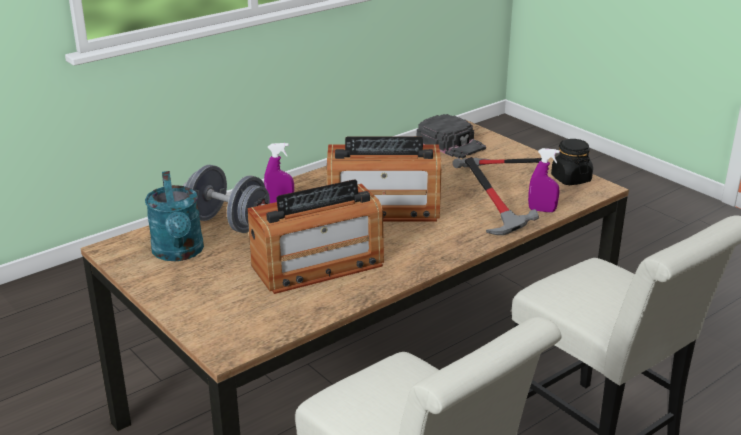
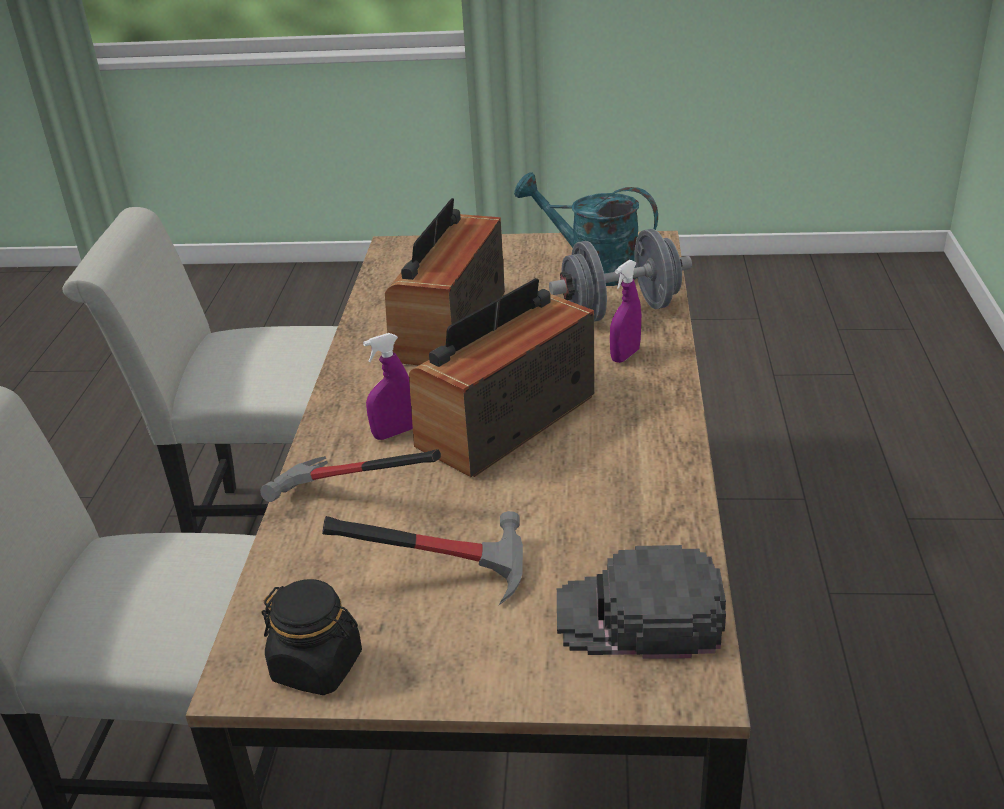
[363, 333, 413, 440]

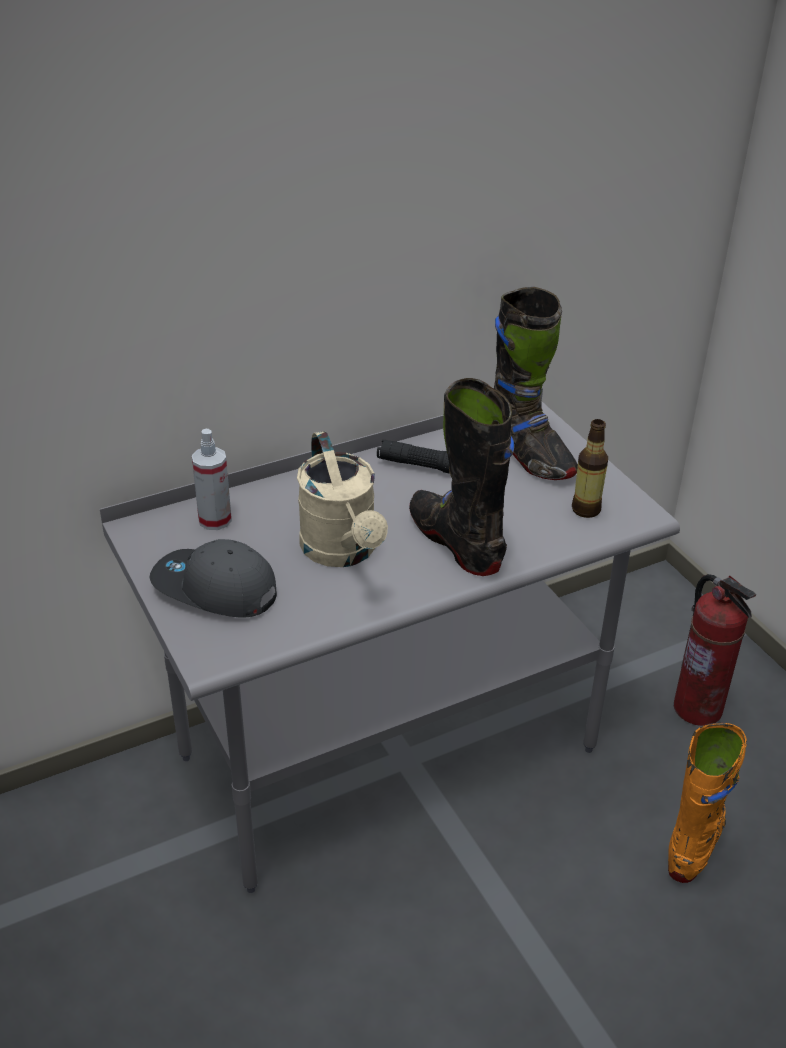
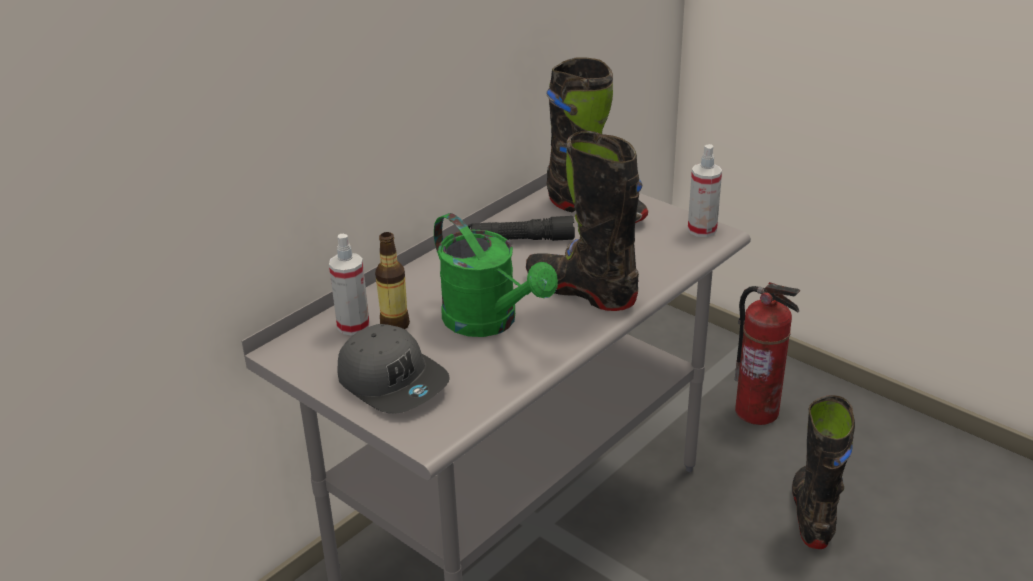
[338, 324, 450, 414]
[375, 232, 410, 329]
[434, 213, 558, 337]
[688, 144, 722, 237]
[792, 395, 855, 549]

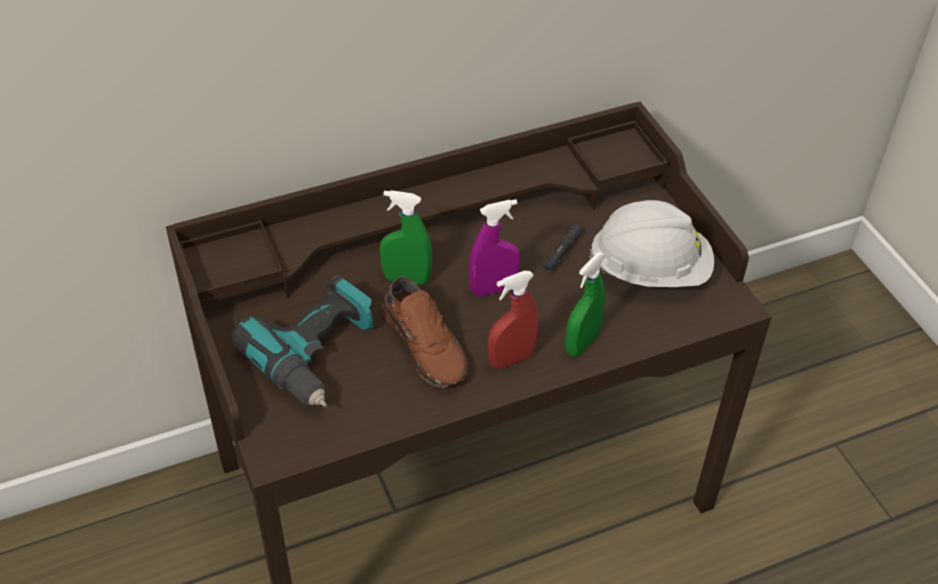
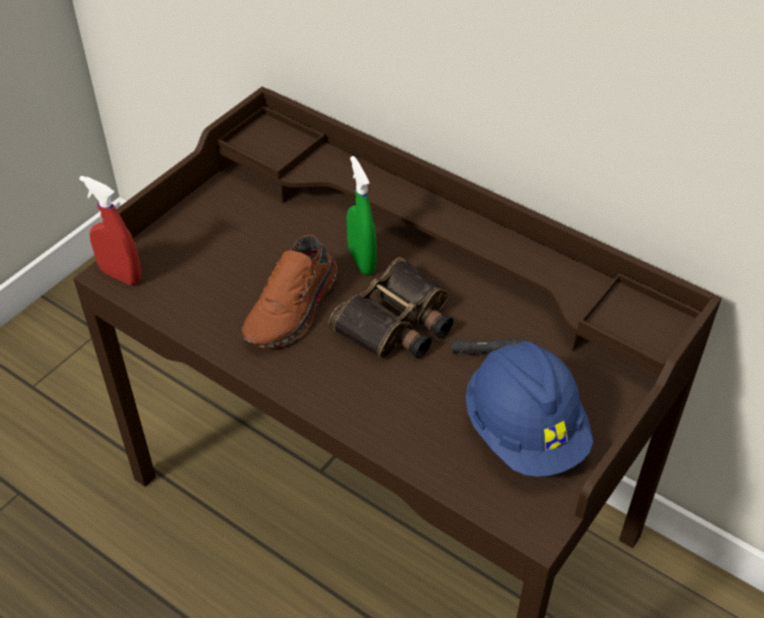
[79, 175, 141, 285]
[328, 257, 453, 359]
[466, 341, 593, 477]
[232, 275, 373, 407] (first image)
[565, 252, 605, 357] (first image)

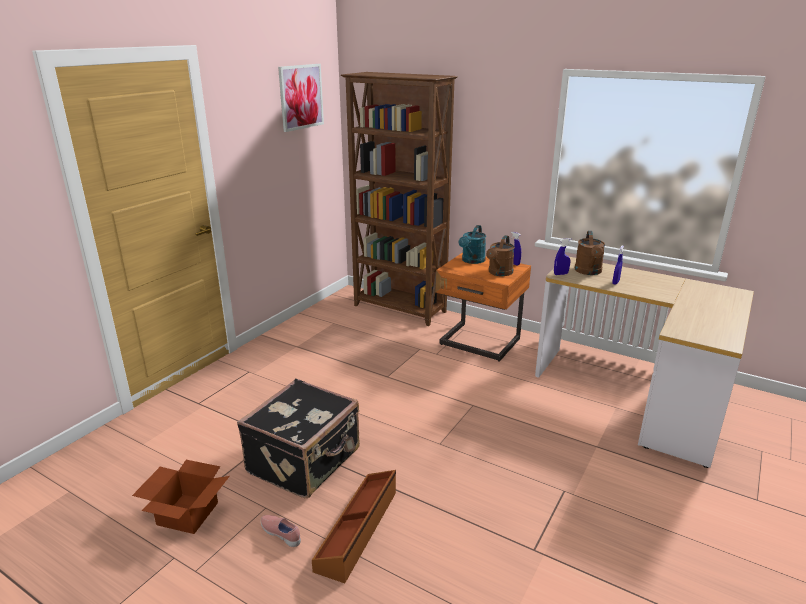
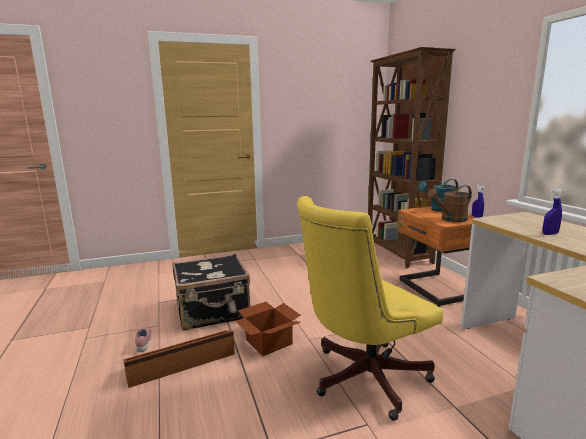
[235, 302, 301, 356]
[297, 196, 443, 421]
[278, 64, 324, 132] (first image)
[554, 238, 571, 275] (first image)
[575, 231, 605, 275] (first image)

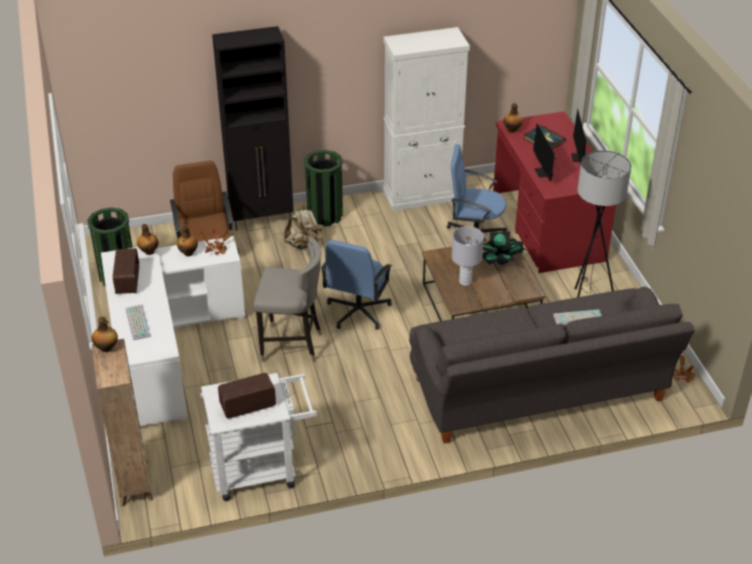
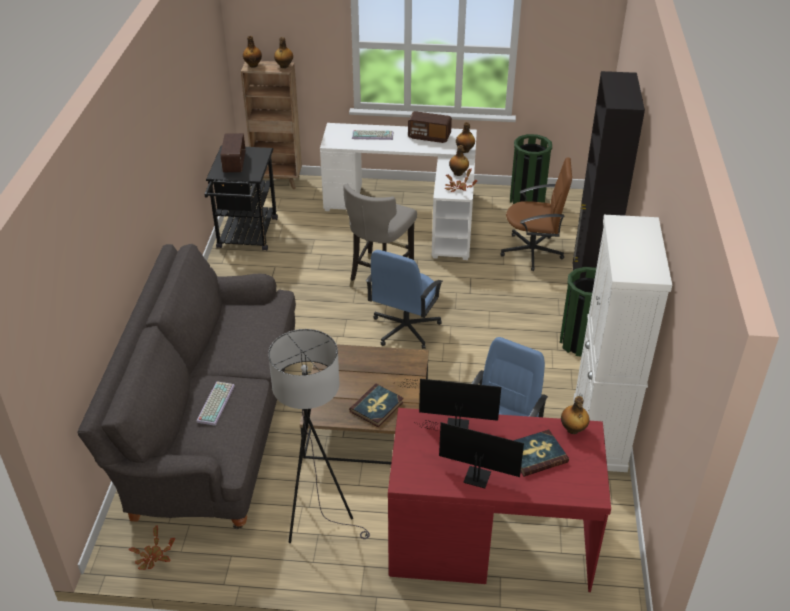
[205, 146, 278, 251]
[243, 36, 262, 68]
[349, 384, 403, 427]
[366, 250, 443, 349]
[284, 205, 322, 249] (first image)
[452, 226, 484, 286] (first image)

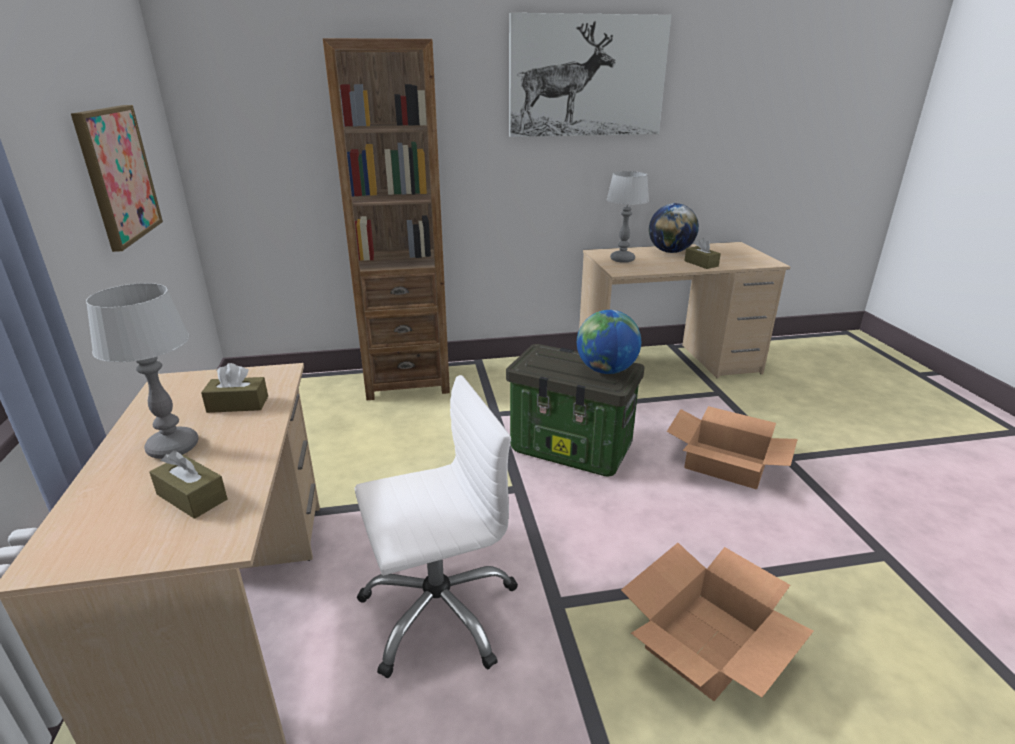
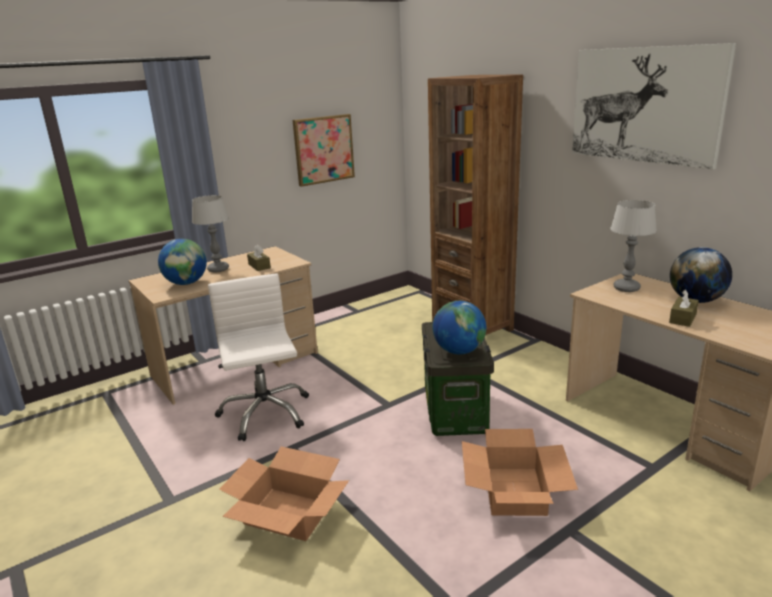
[158, 239, 207, 285]
[208, 273, 309, 441]

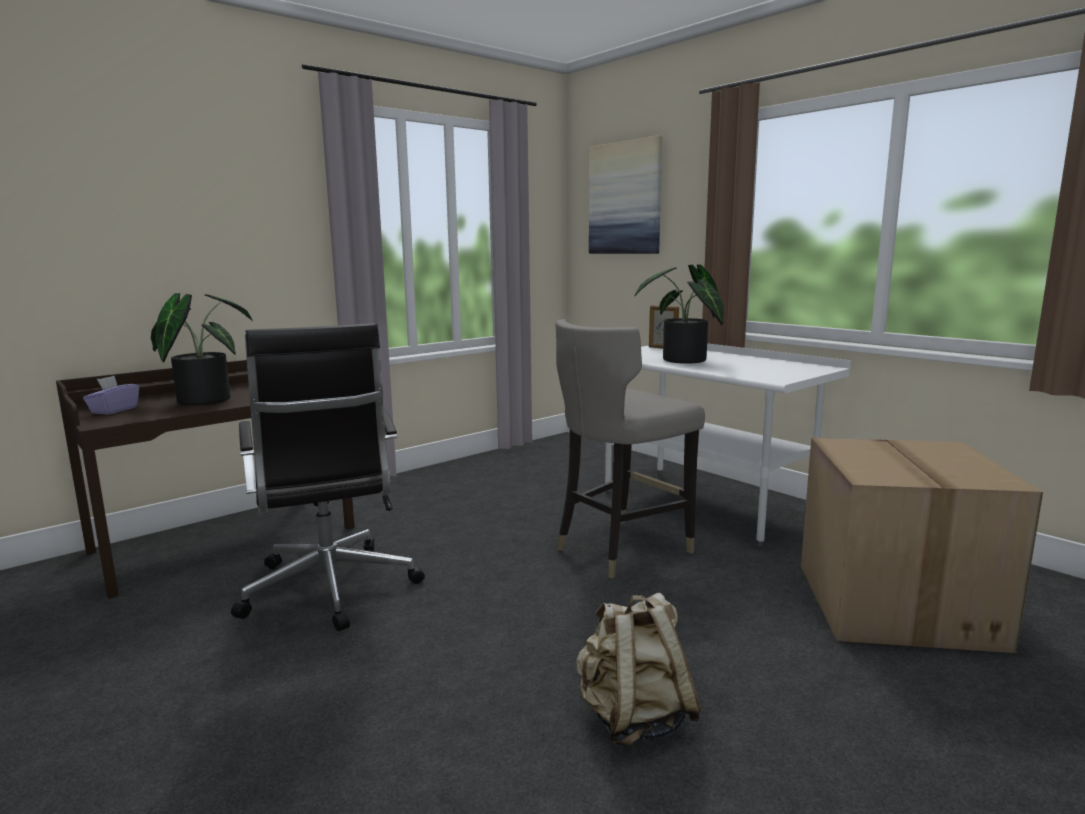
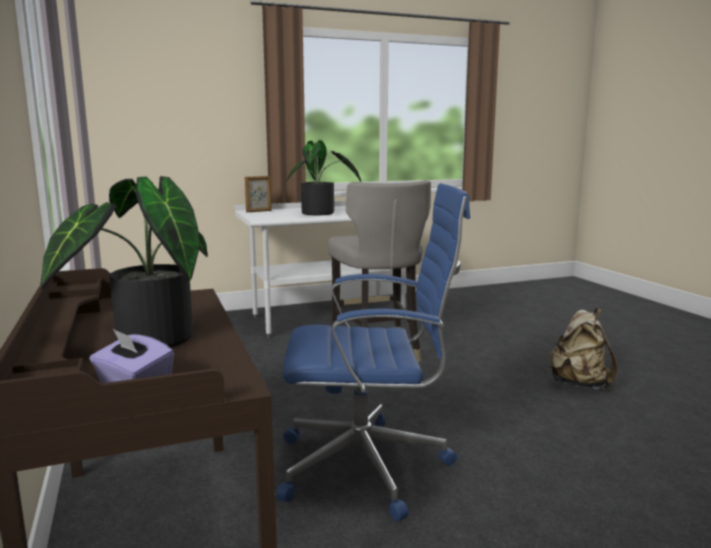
[276, 183, 470, 521]
[589, 135, 662, 254] (first image)
[801, 438, 1043, 653] (first image)

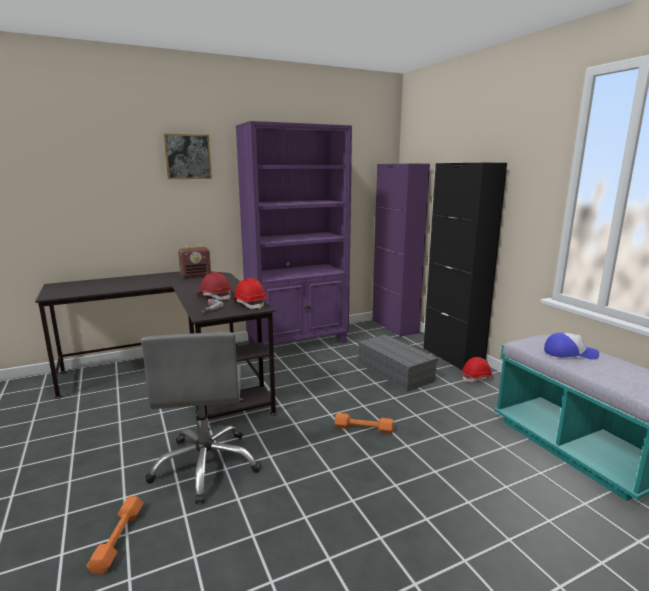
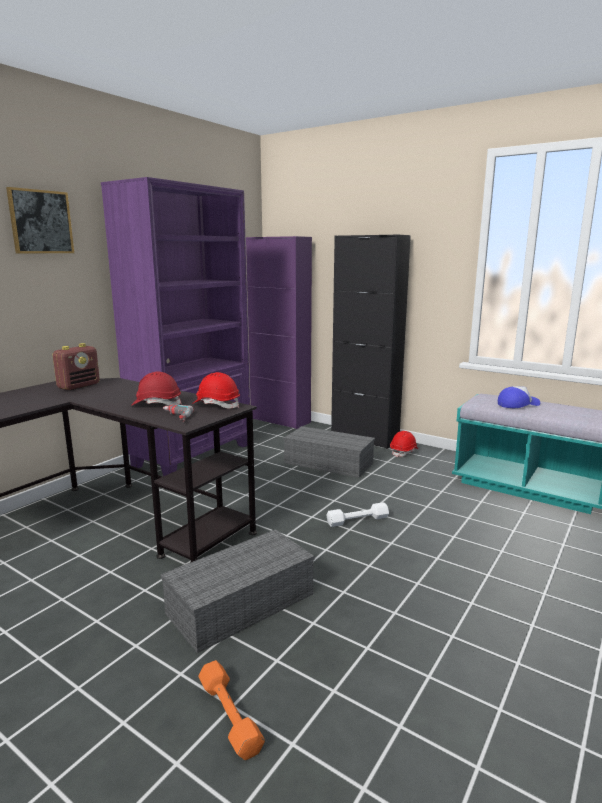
[161, 529, 315, 653]
[326, 502, 389, 527]

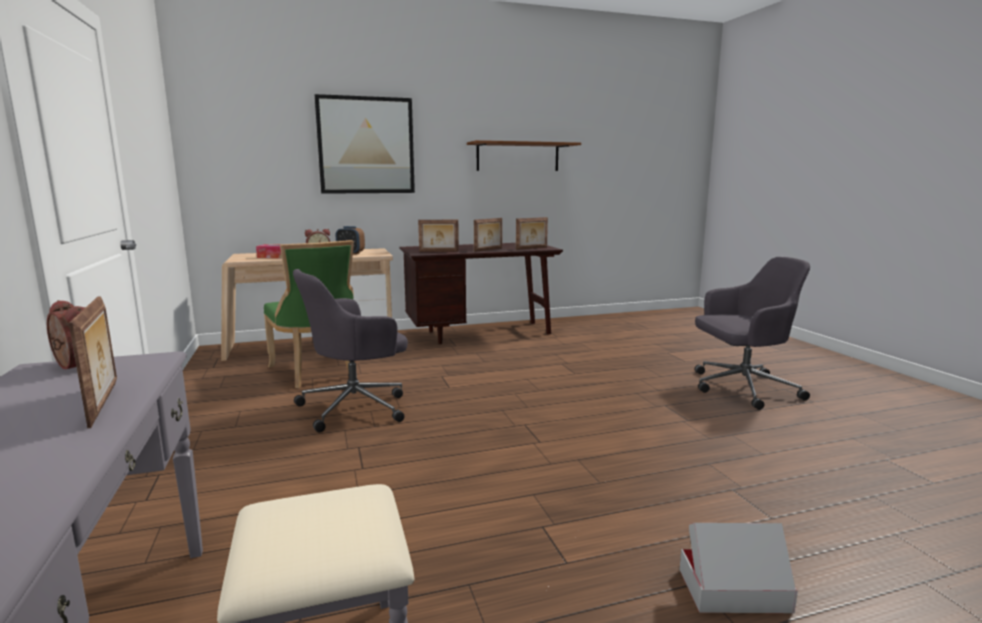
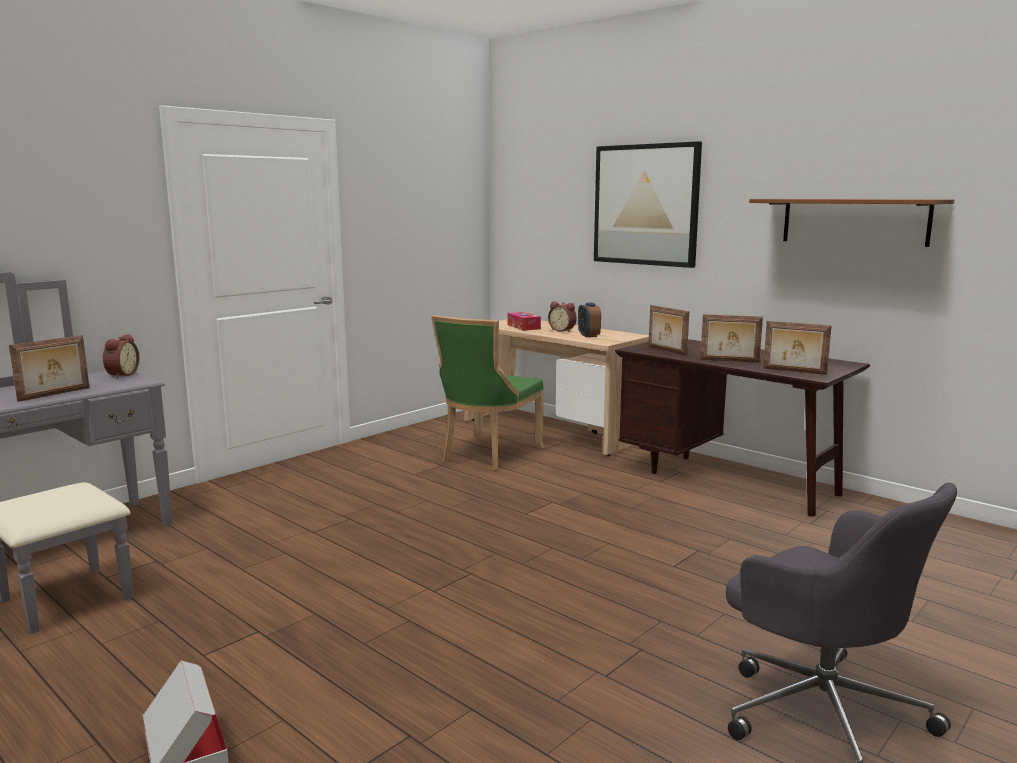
[293, 269, 408, 432] (first image)

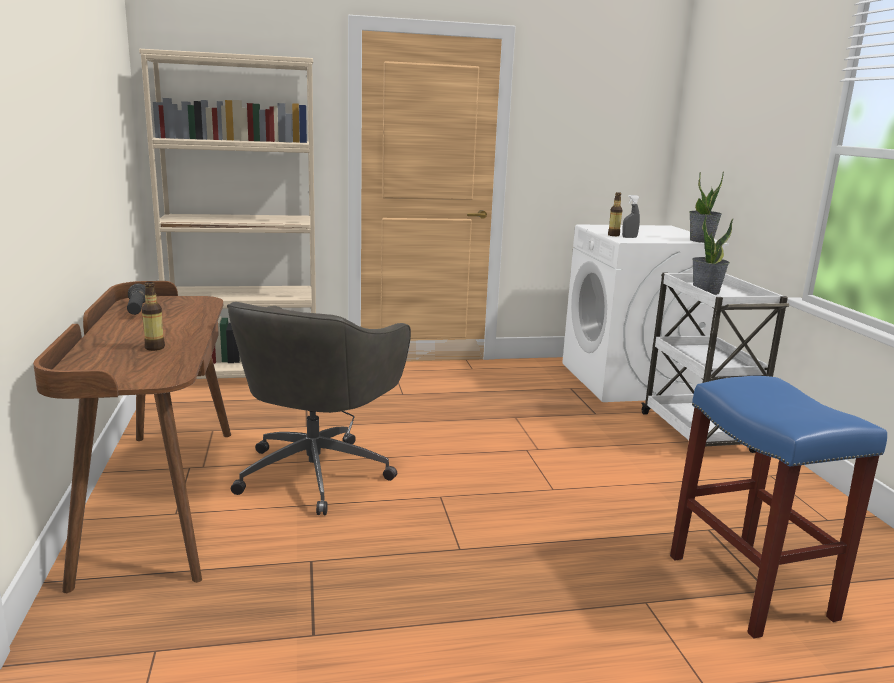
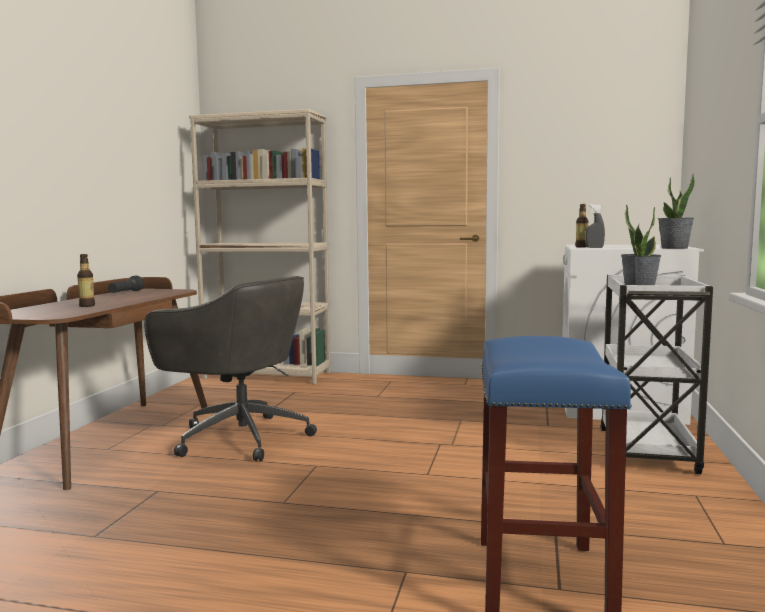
[144, 276, 317, 461]

